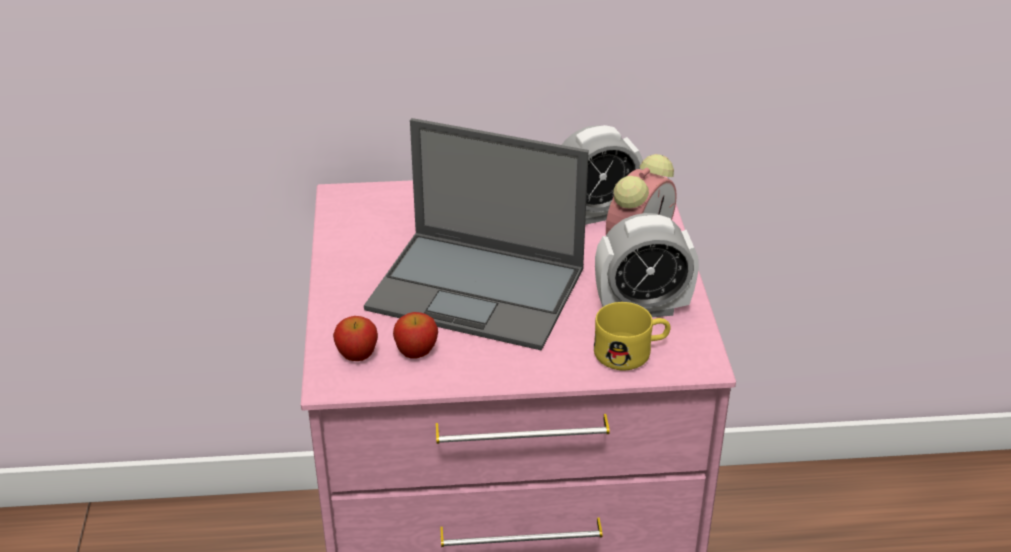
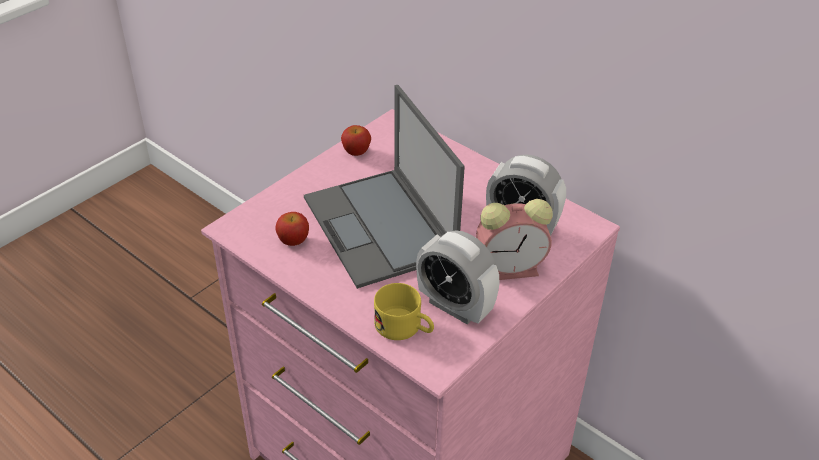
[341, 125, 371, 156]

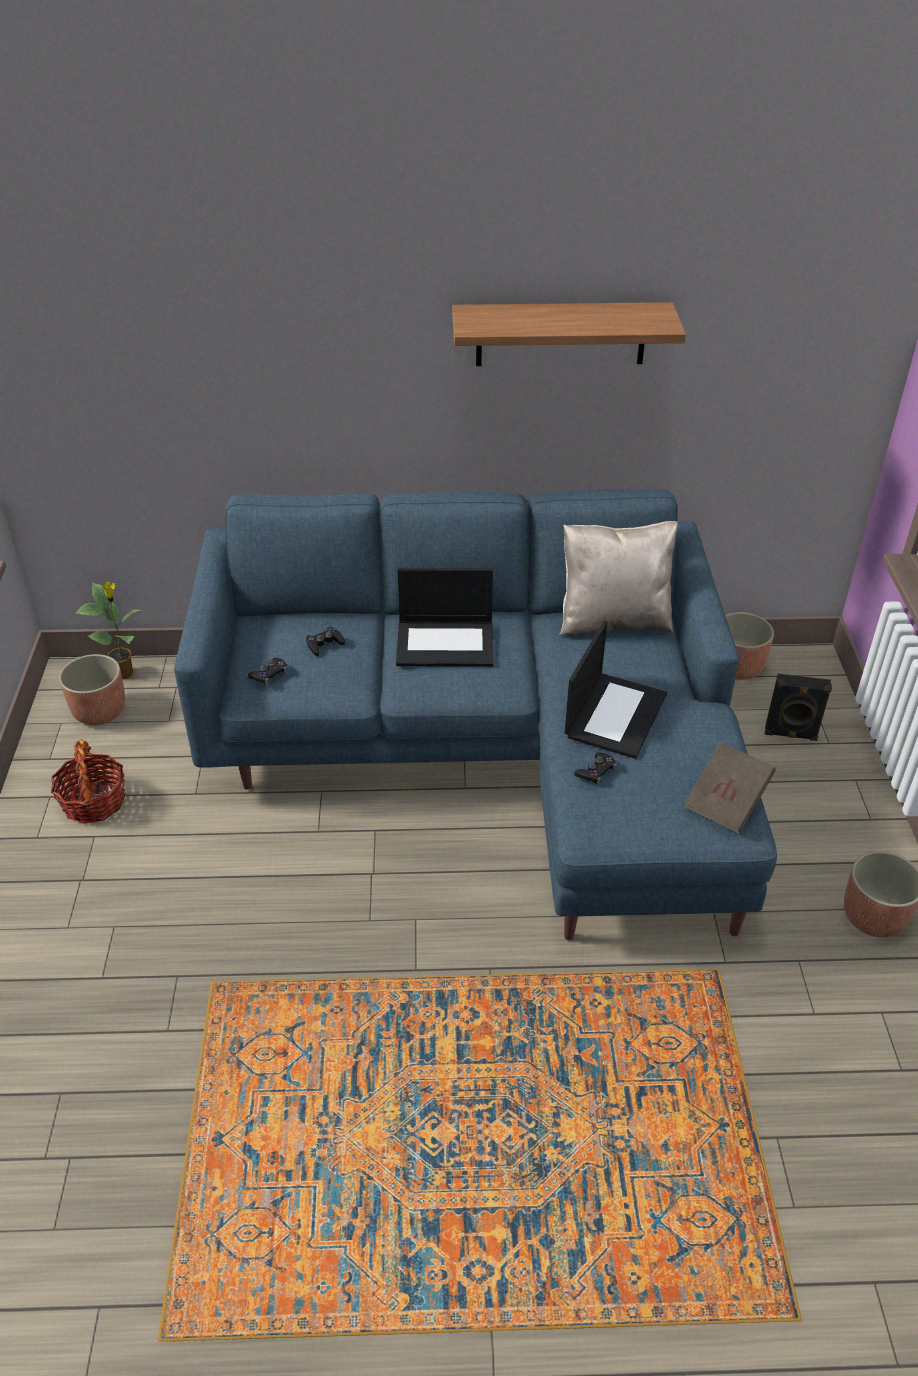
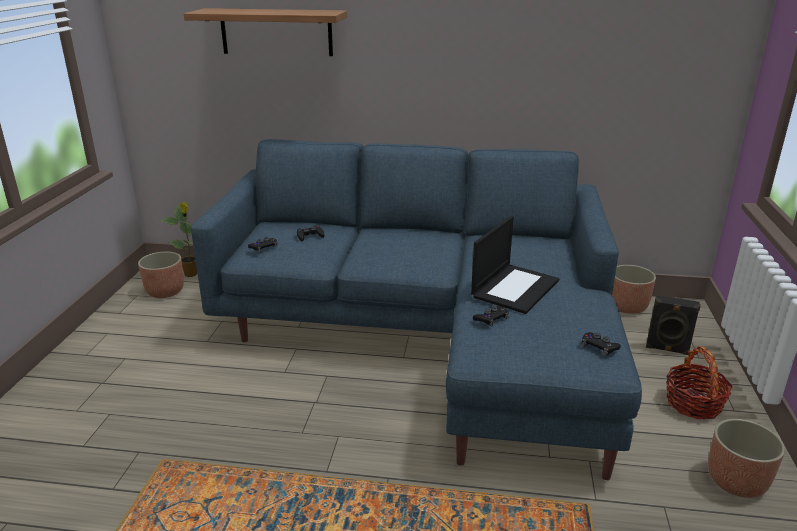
[184, 8, 347, 56]
[582, 332, 621, 356]
[666, 346, 733, 419]
[396, 568, 494, 667] (first image)
[559, 521, 678, 635] (first image)

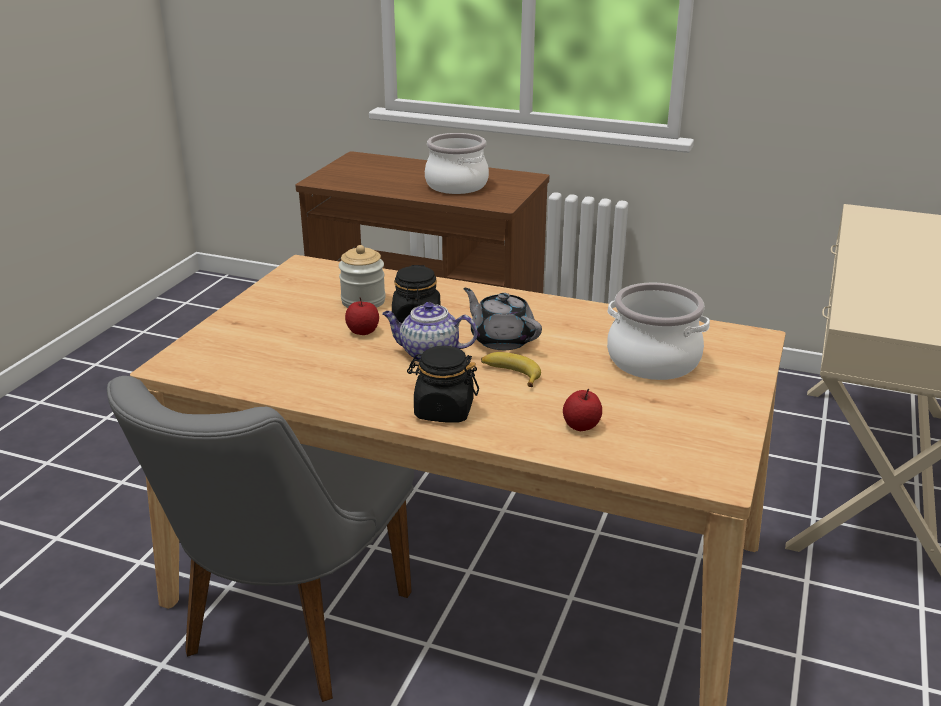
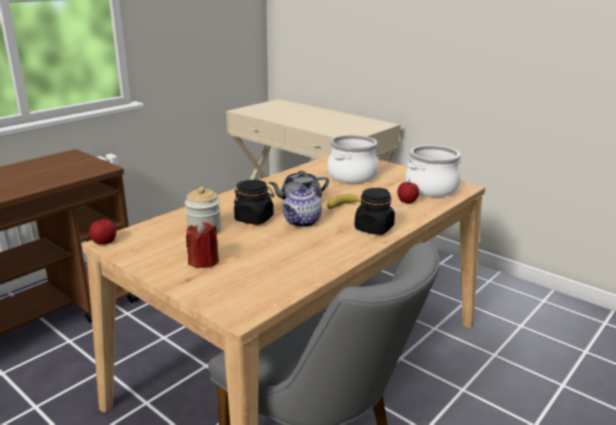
[89, 217, 117, 245]
[186, 221, 219, 268]
[405, 145, 461, 197]

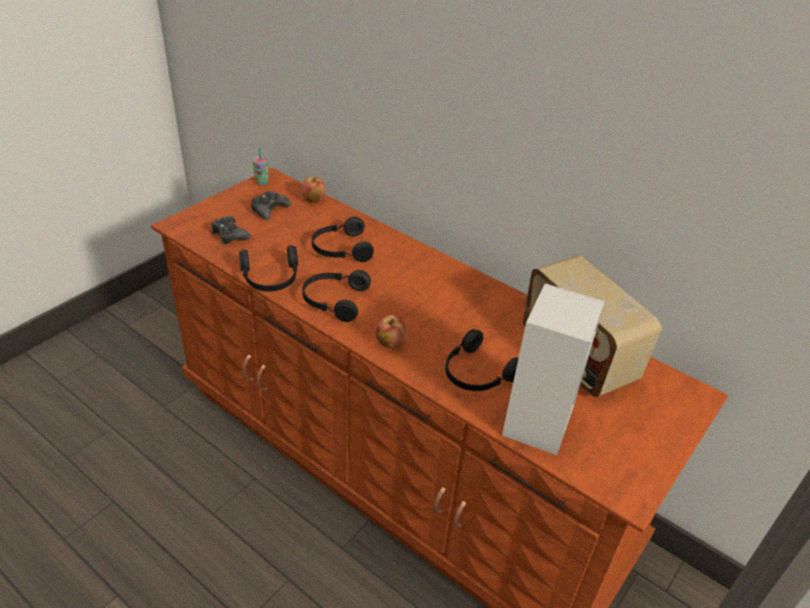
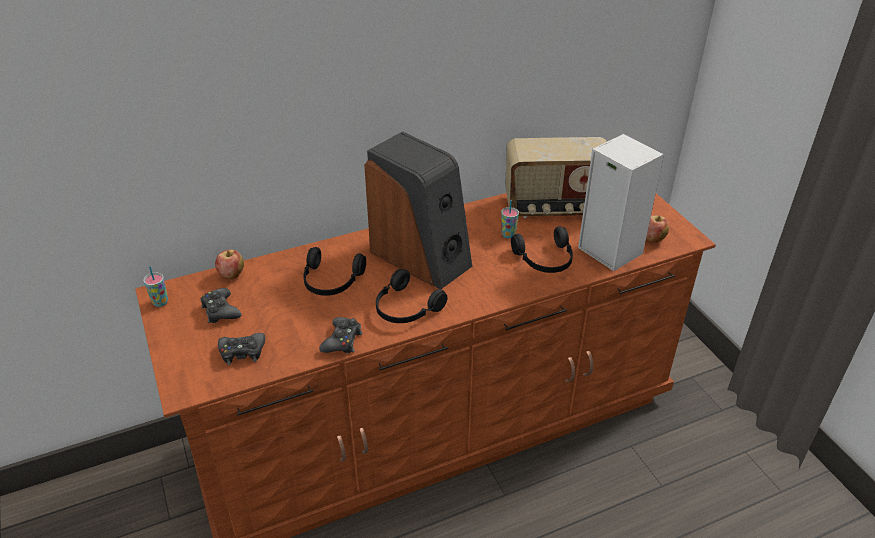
[319, 317, 363, 353]
[364, 132, 472, 289]
[501, 200, 519, 238]
[646, 215, 669, 243]

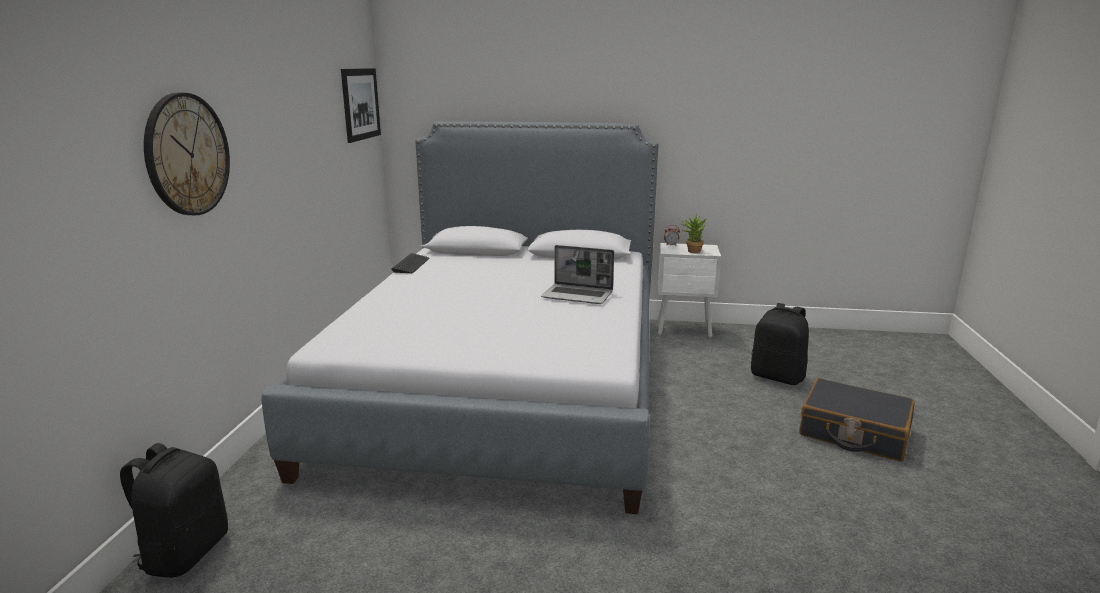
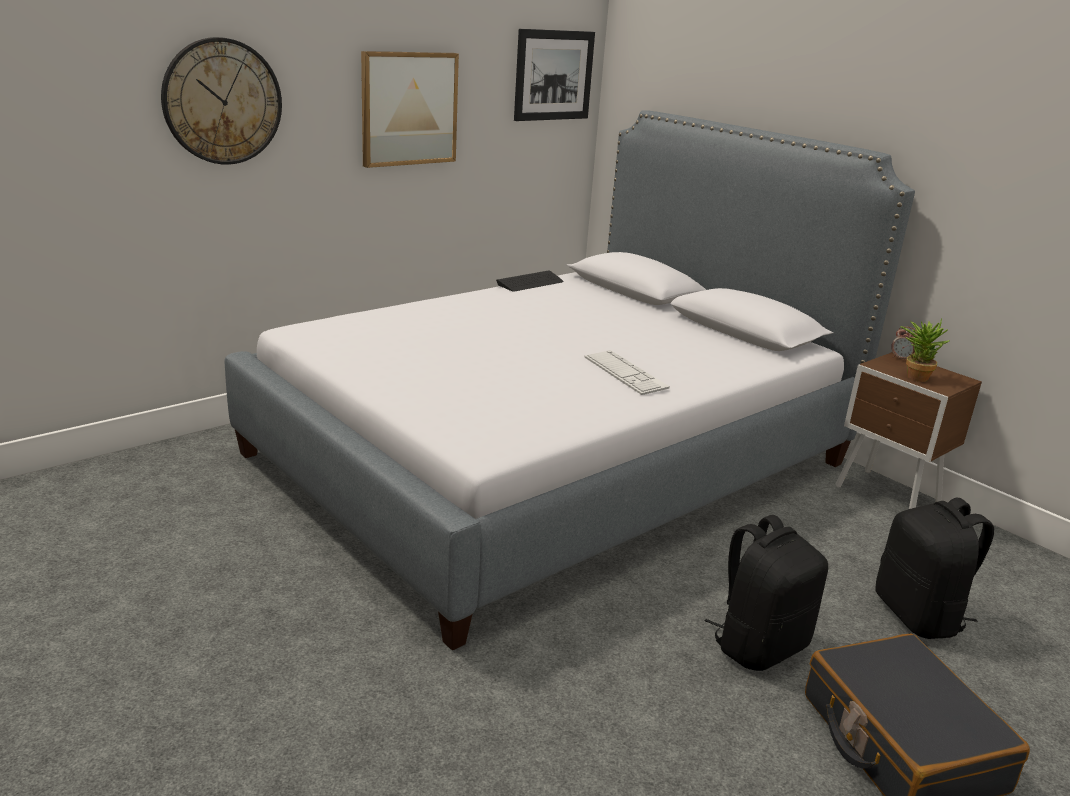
[361, 51, 459, 168]
[584, 350, 670, 395]
[705, 515, 828, 671]
[836, 352, 982, 509]

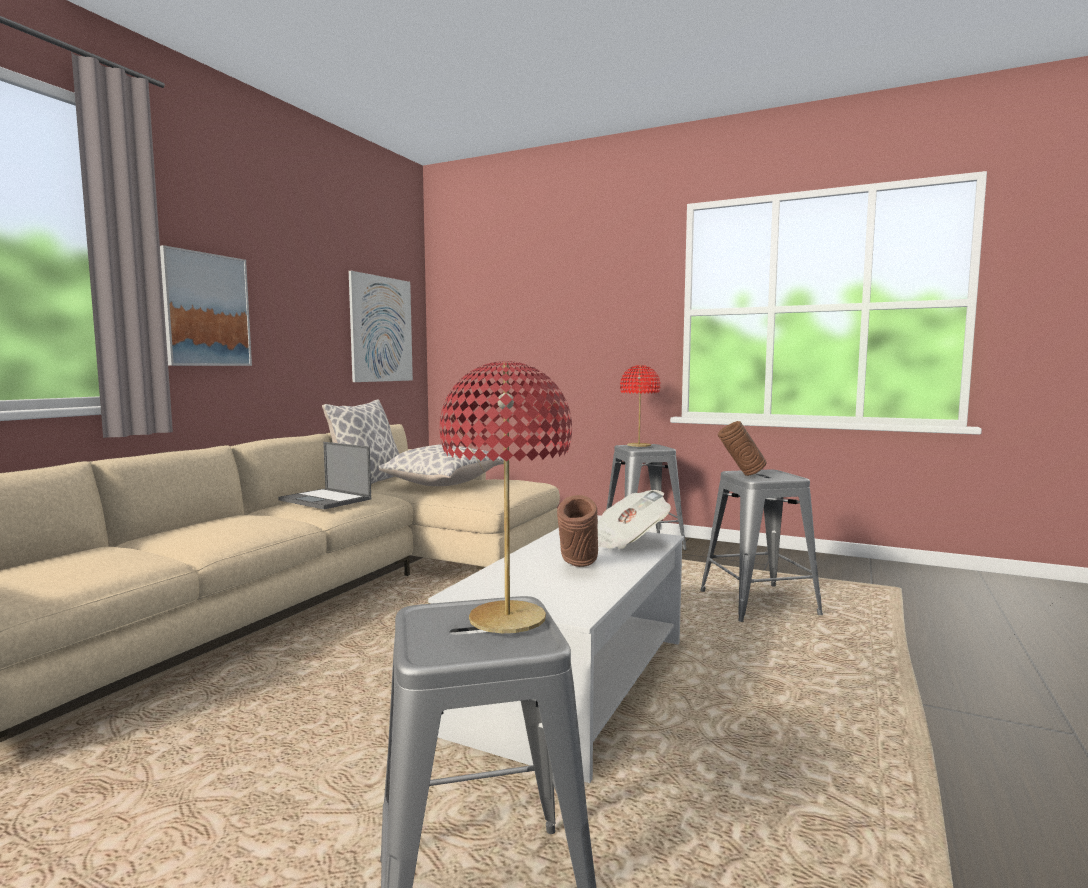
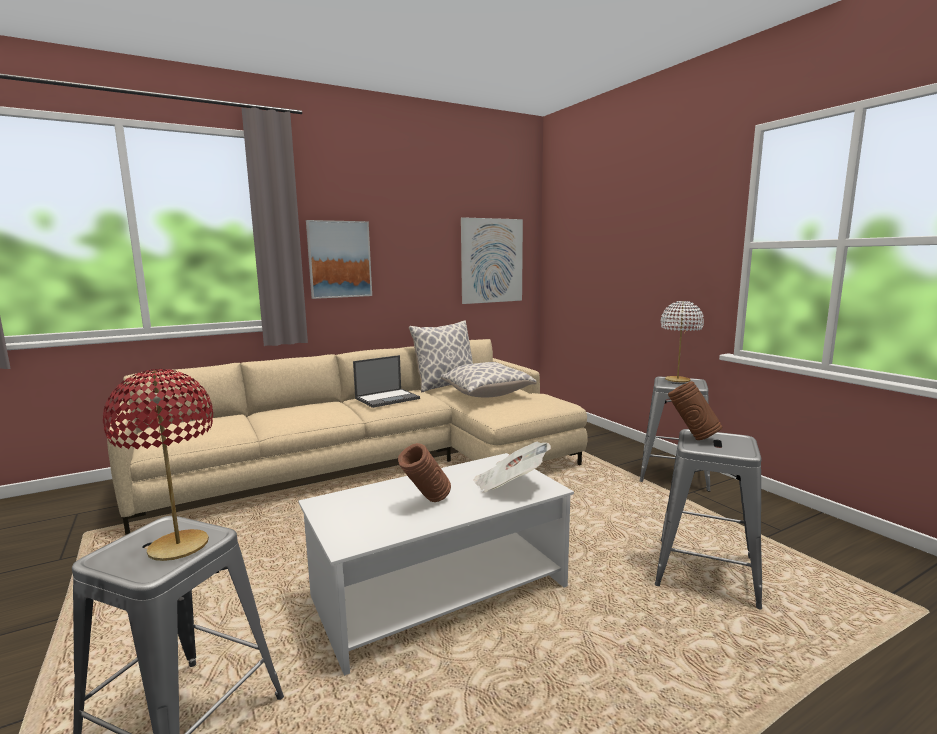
[353, 355, 420, 408]
[661, 301, 704, 382]

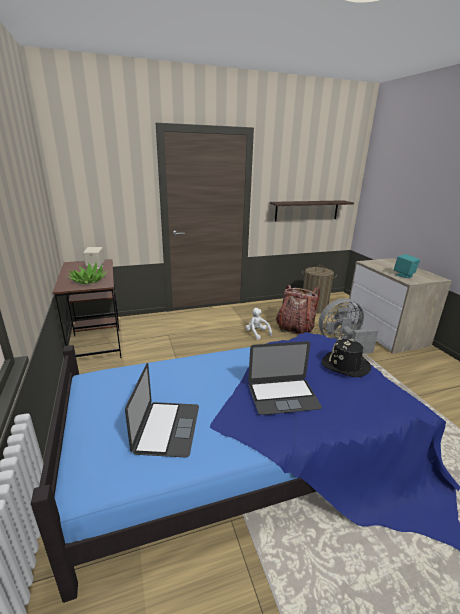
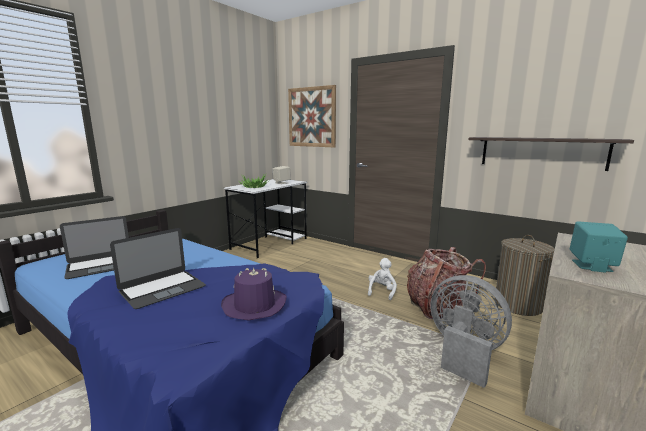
[110, 228, 206, 309]
[221, 268, 287, 321]
[224, 179, 307, 258]
[288, 85, 336, 147]

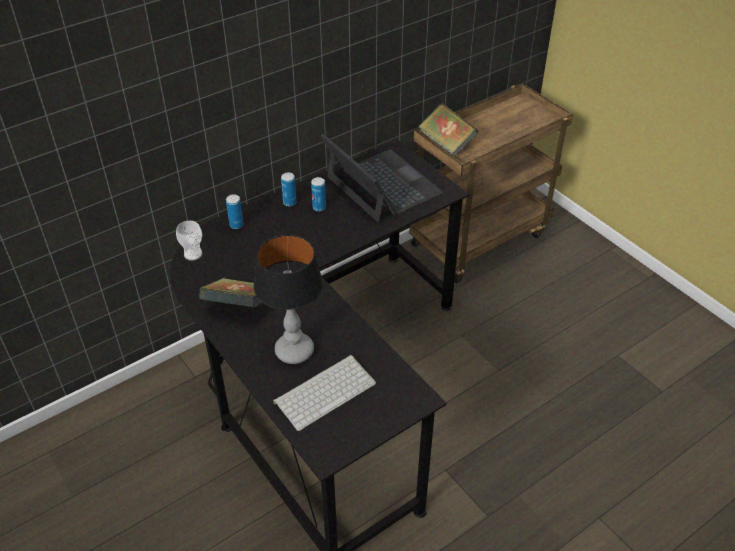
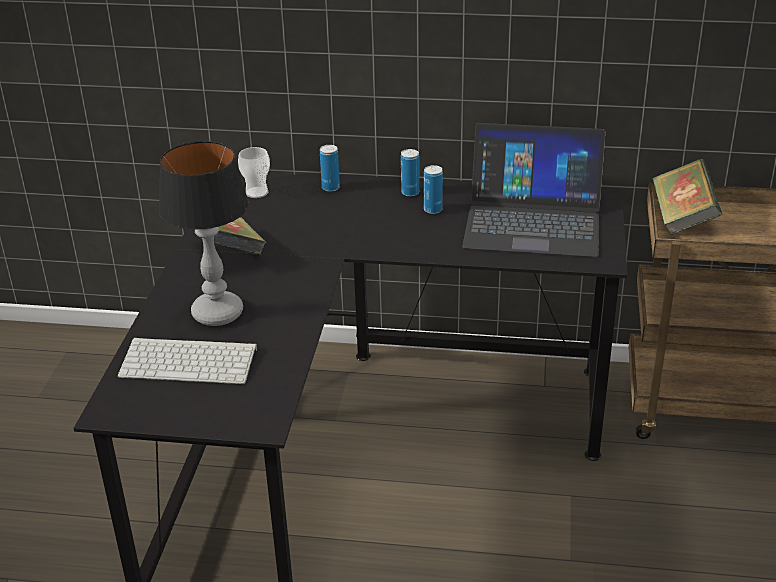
[462, 123, 606, 257]

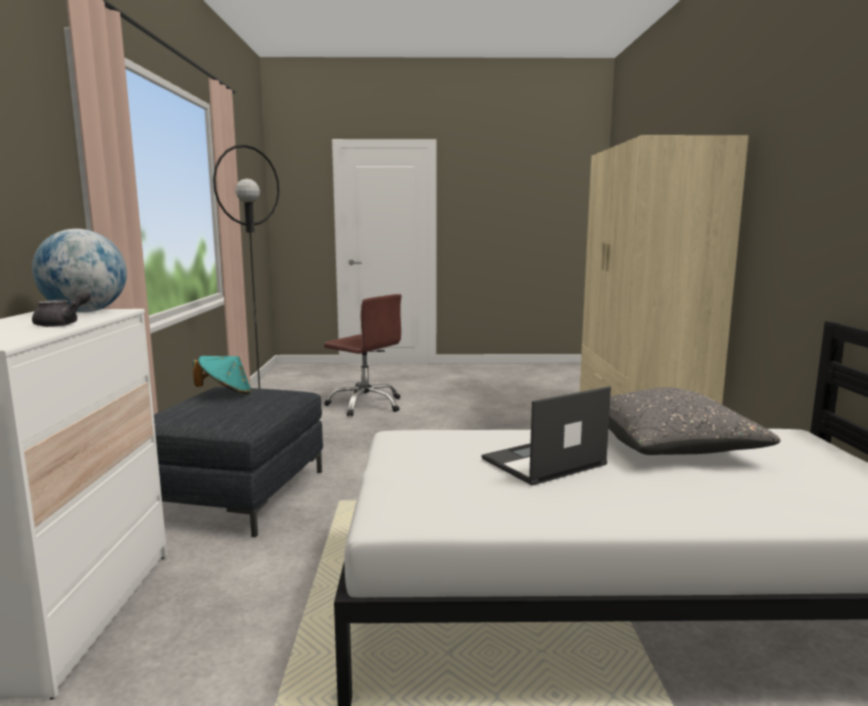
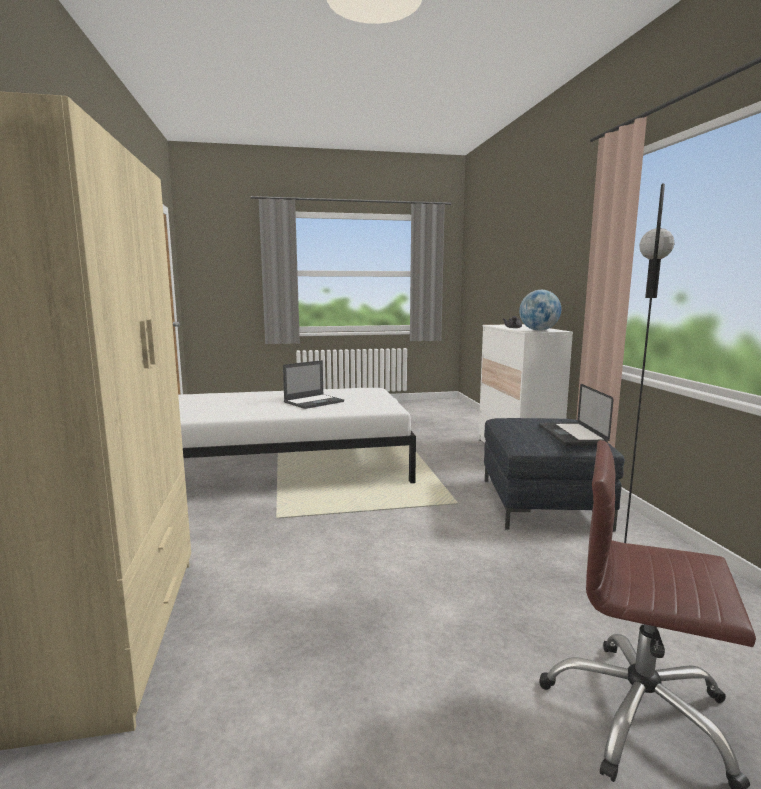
[539, 384, 614, 446]
[609, 387, 781, 455] (first image)

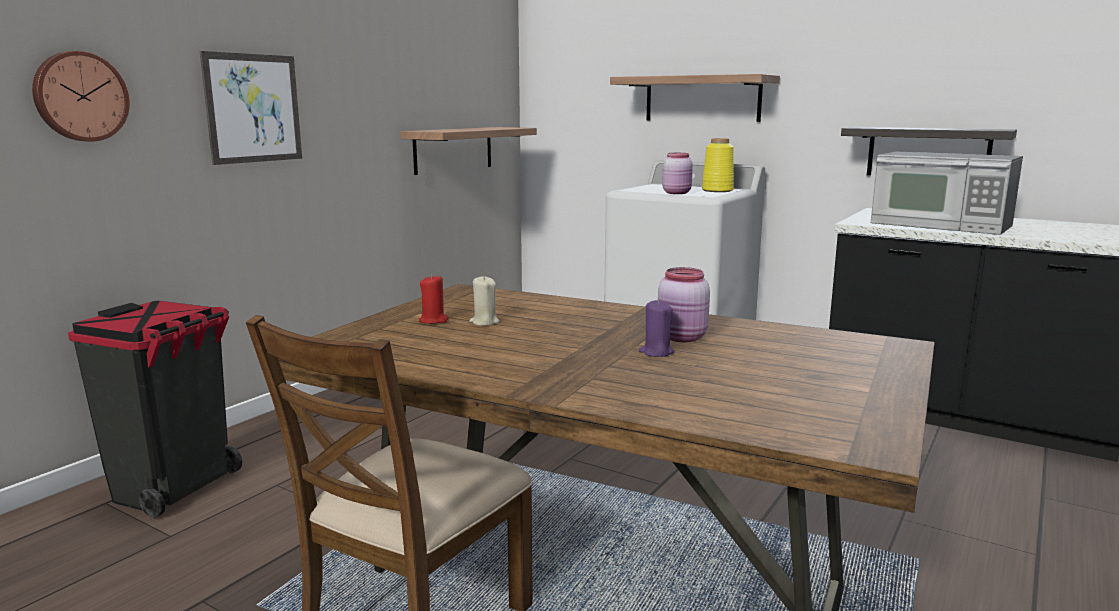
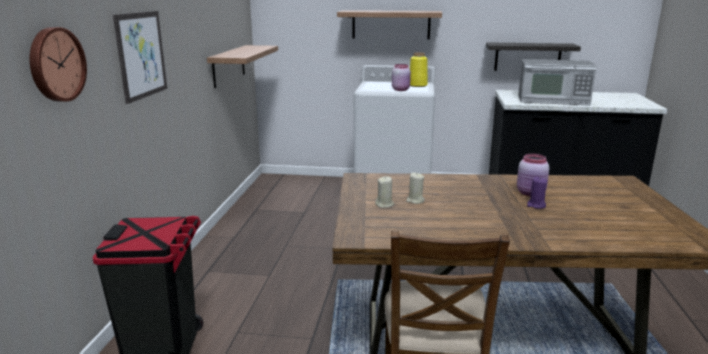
[375, 176, 394, 208]

